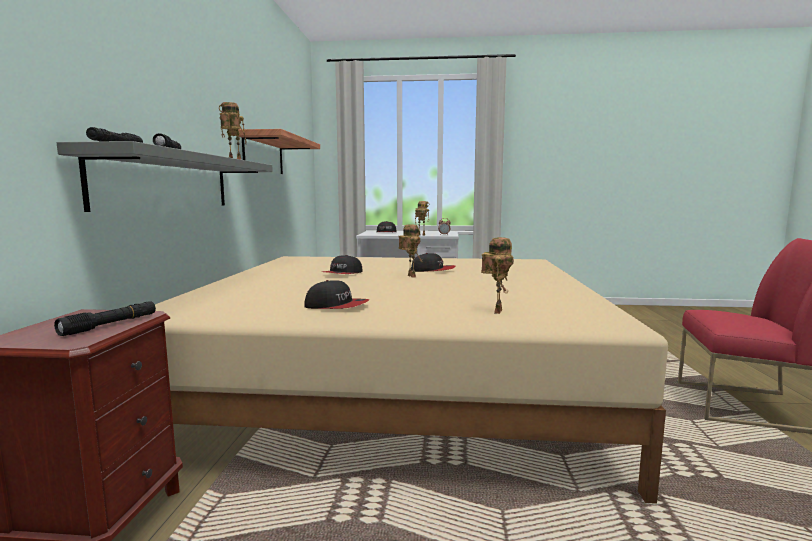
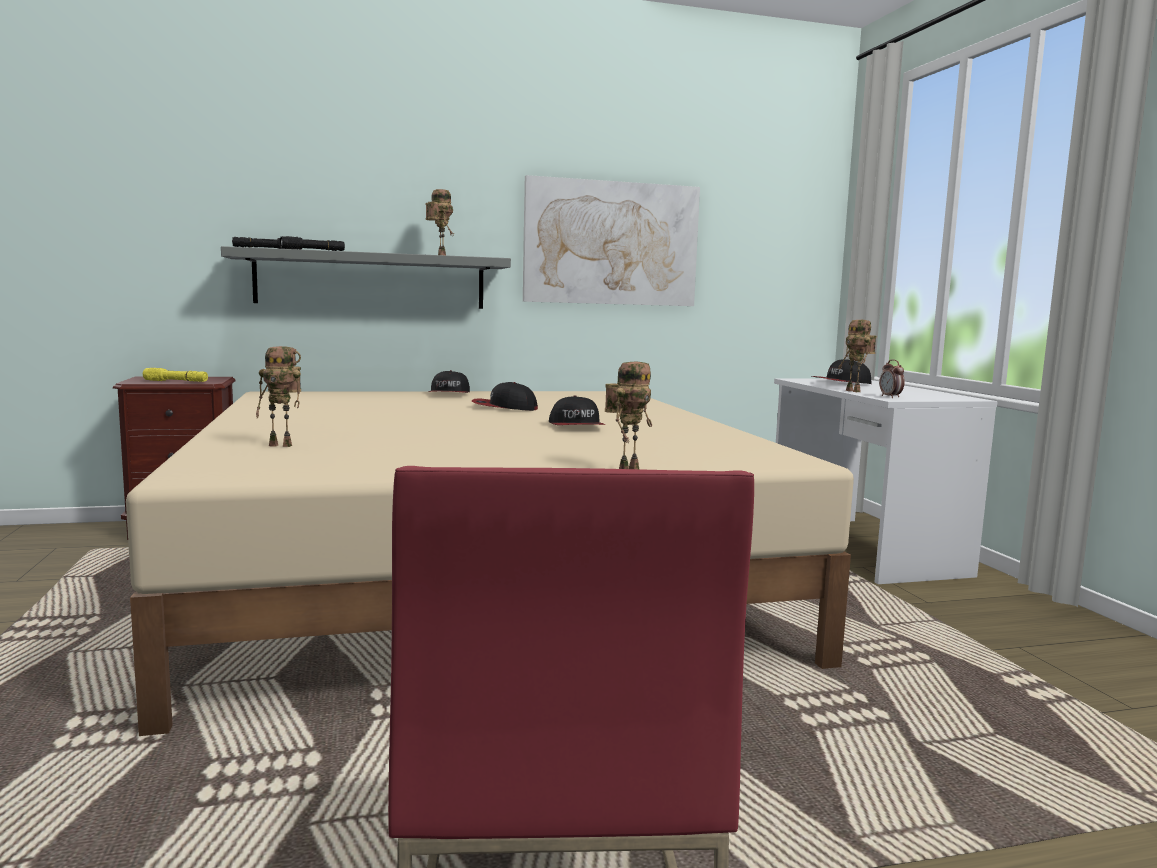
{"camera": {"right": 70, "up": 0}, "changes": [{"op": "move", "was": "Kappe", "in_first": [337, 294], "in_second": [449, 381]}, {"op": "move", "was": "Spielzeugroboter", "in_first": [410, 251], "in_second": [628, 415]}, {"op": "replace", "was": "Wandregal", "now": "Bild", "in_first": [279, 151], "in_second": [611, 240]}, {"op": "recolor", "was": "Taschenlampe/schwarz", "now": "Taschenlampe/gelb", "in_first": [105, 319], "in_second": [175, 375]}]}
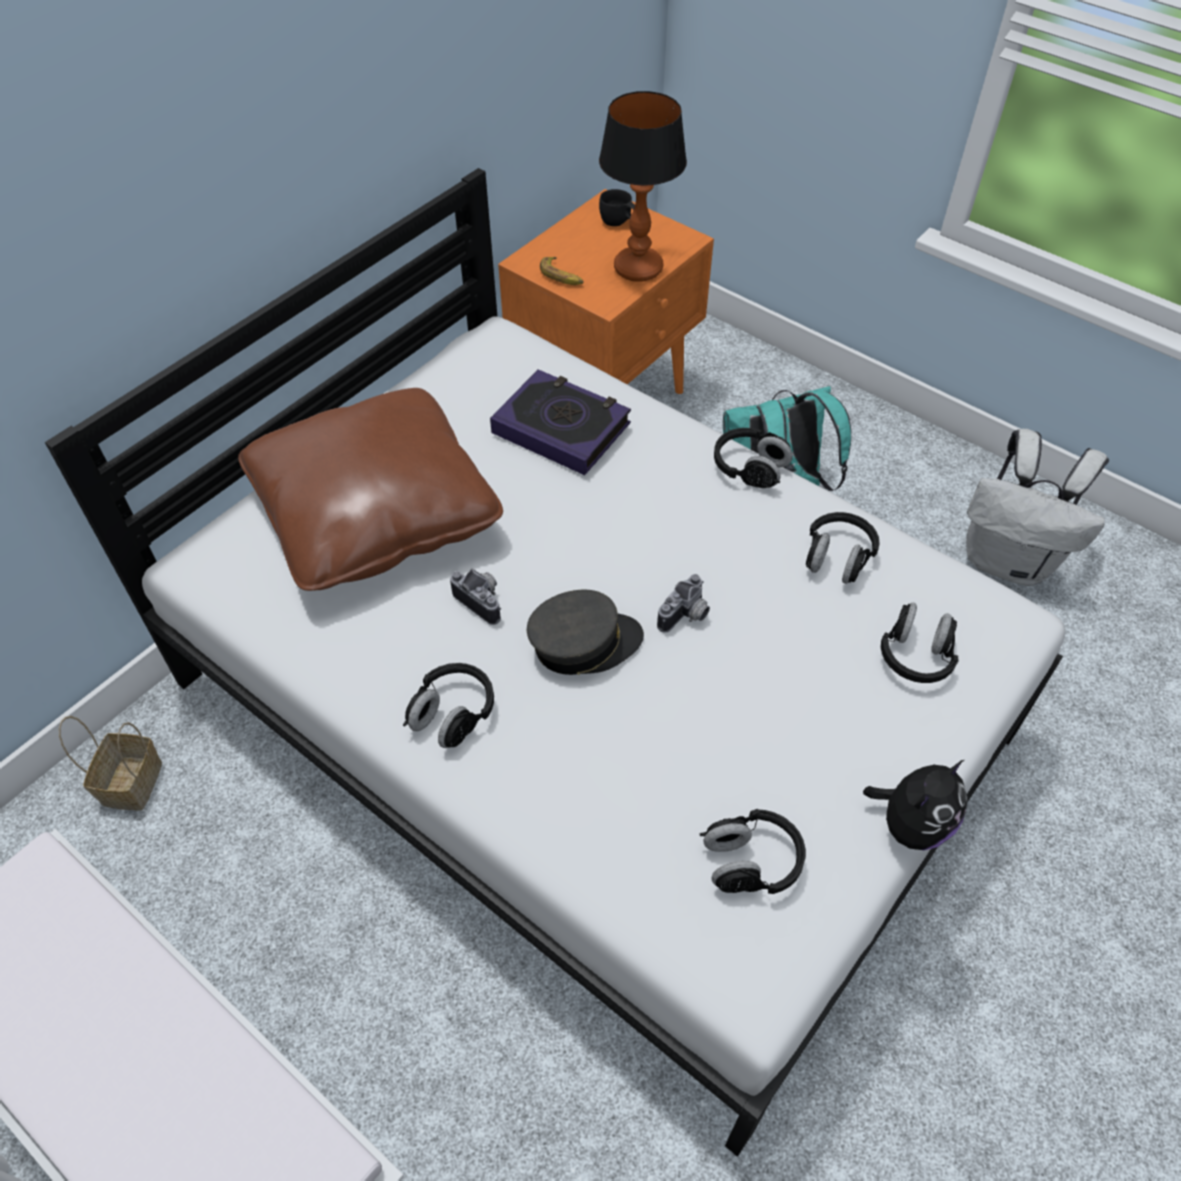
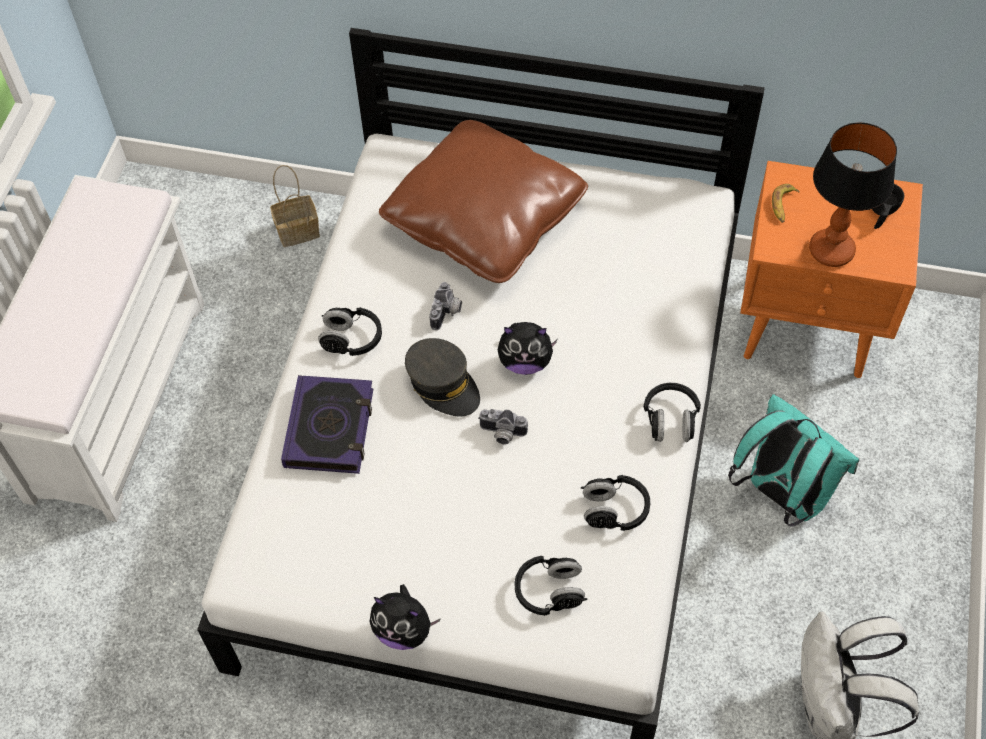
{"camera": {"right": 65, "up": 5}, "changes": [{"op": "delete", "was": "Kopfhörer/schwarz", "in_first": [753, 851]}, {"op": "insert", "now": "Plüschtier", "in_second": [528, 348]}, {"op": "move", "was": "Buch", "in_first": [560, 422], "in_second": [327, 424]}]}
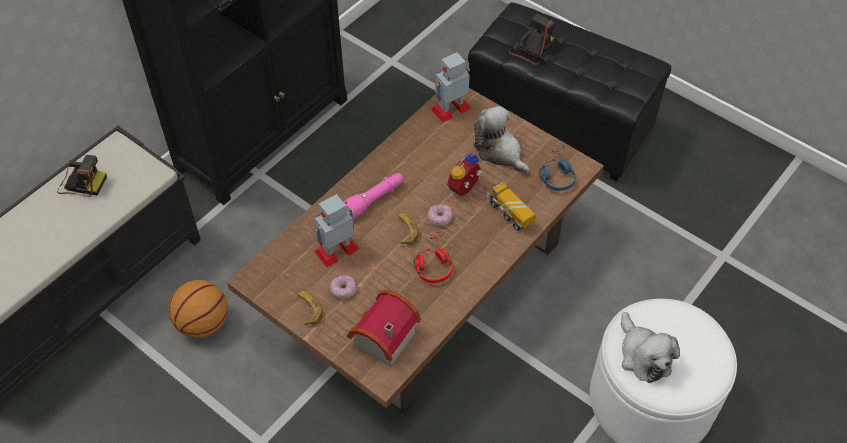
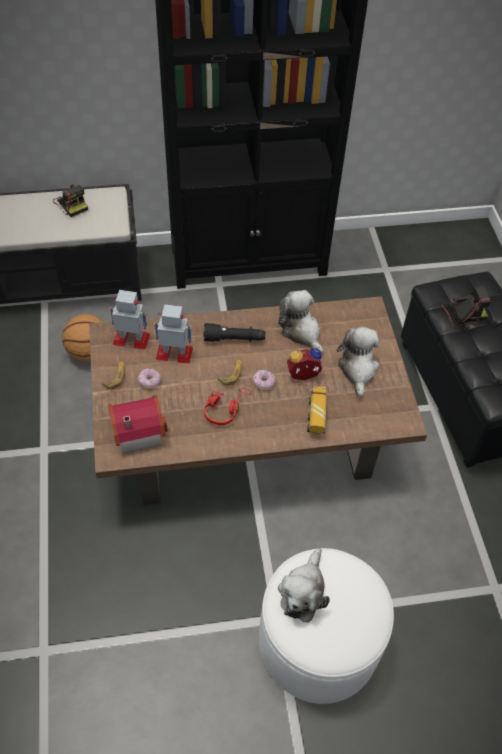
{"camera": {"right": 40, "up": 0}, "changes": [{"op": "delete", "was": "Kopfhörer/blau", "in_first": [557, 167]}, {"op": "insert", "now": "Plüschtier", "in_second": [300, 321]}, {"op": "move", "was": "Spielzeugroboter", "in_first": [451, 87], "in_second": [129, 320]}, {"op": "recolor", "was": "Taschenlampe/rosa", "now": "Taschenlampe/schwarz", "in_first": [373, 196], "in_second": [234, 332]}]}
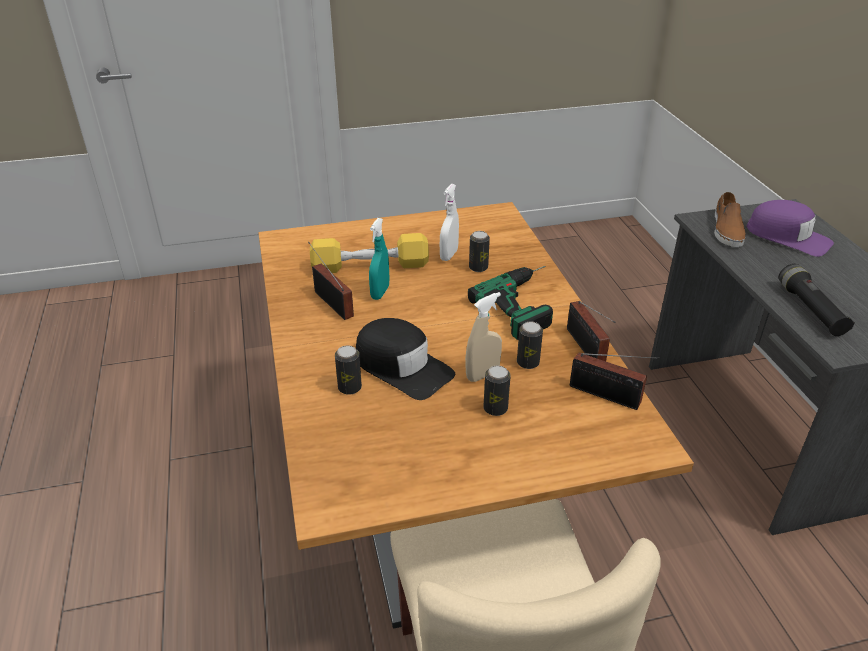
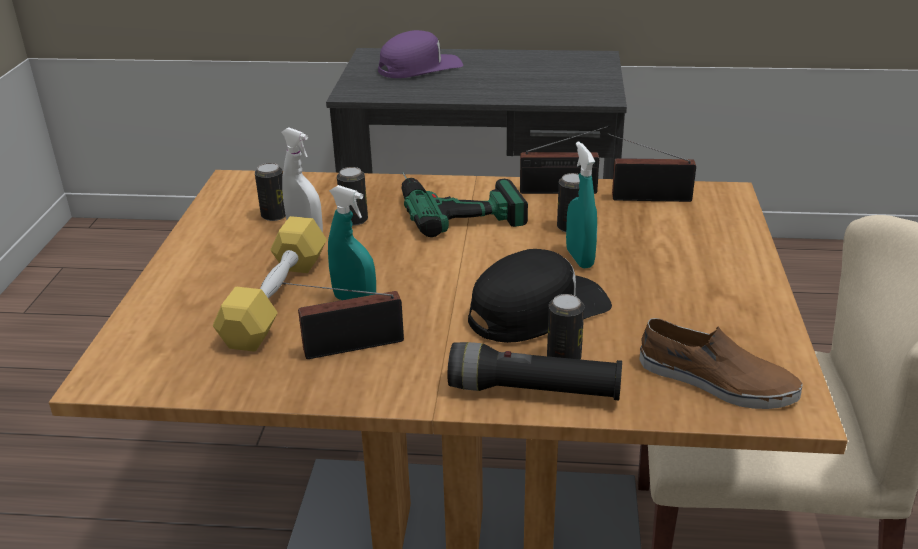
{"camera": {"right": -70, "up": -5}, "changes": [{"op": "move", "was": "Dose", "in_first": [497, 390], "in_second": [270, 192]}, {"op": "move", "was": "Schuh/braun", "in_first": [729, 219], "in_second": [721, 363]}, {"op": "move", "was": "Taschenlampe/schwarz", "in_first": [817, 300], "in_second": [535, 371]}, {"op": "recolor", "was": "Sprühflasche/beige", "now": "Sprühflasche/türkis", "in_first": [483, 337], "in_second": [581, 205]}, {"op": "rotate", "was": "Radio", "in_first": [615, 381], "in_second": [651, 167], "clockwise": -135}]}
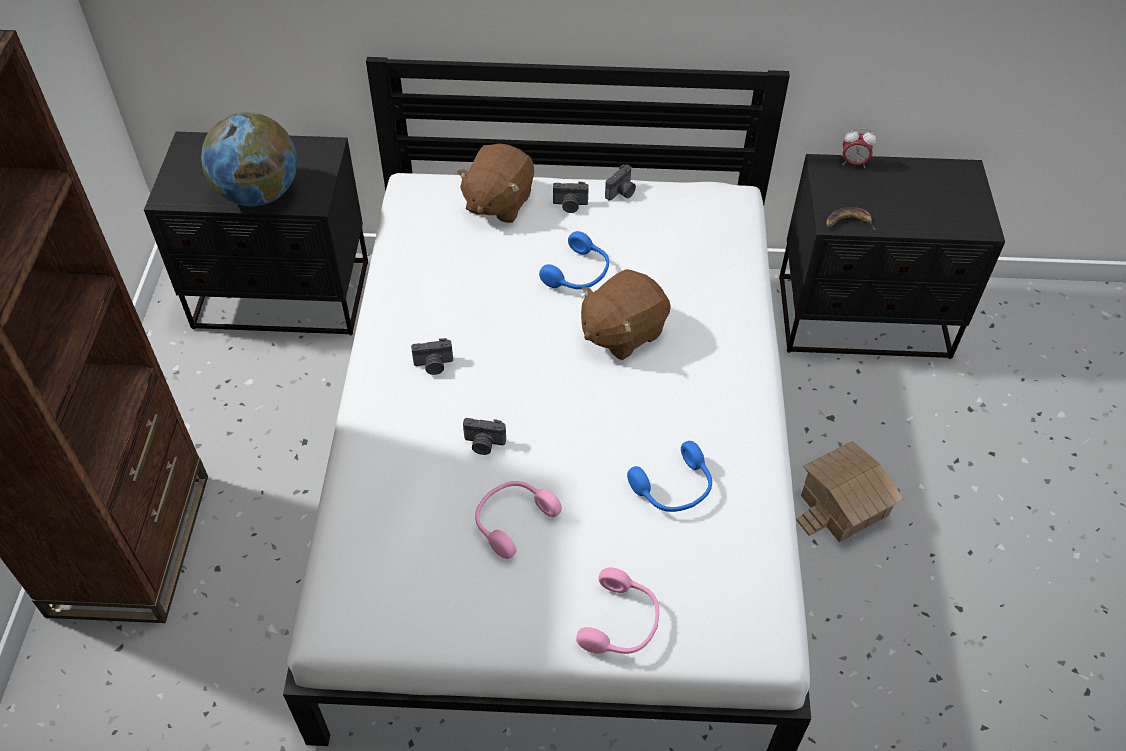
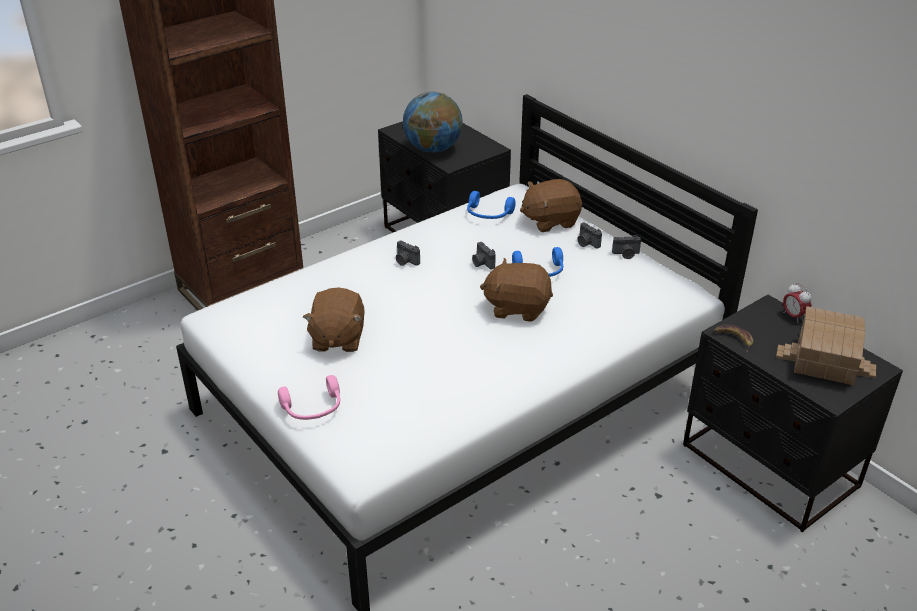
{"camera": {"right": 50, "up": -15}, "changes": [{"op": "move", "was": "Kamera", "in_first": [484, 436], "in_second": [484, 255]}, {"op": "move", "was": "Kopfhörer/blau", "in_first": [669, 476], "in_second": [491, 205]}, {"op": "move", "was": "Spielzeughaus", "in_first": [850, 491], "in_second": [826, 345]}, {"op": "replace", "was": "Kopfhörer/rosa", "now": "Plüschtier/braun", "in_first": [518, 520], "in_second": [333, 320]}]}
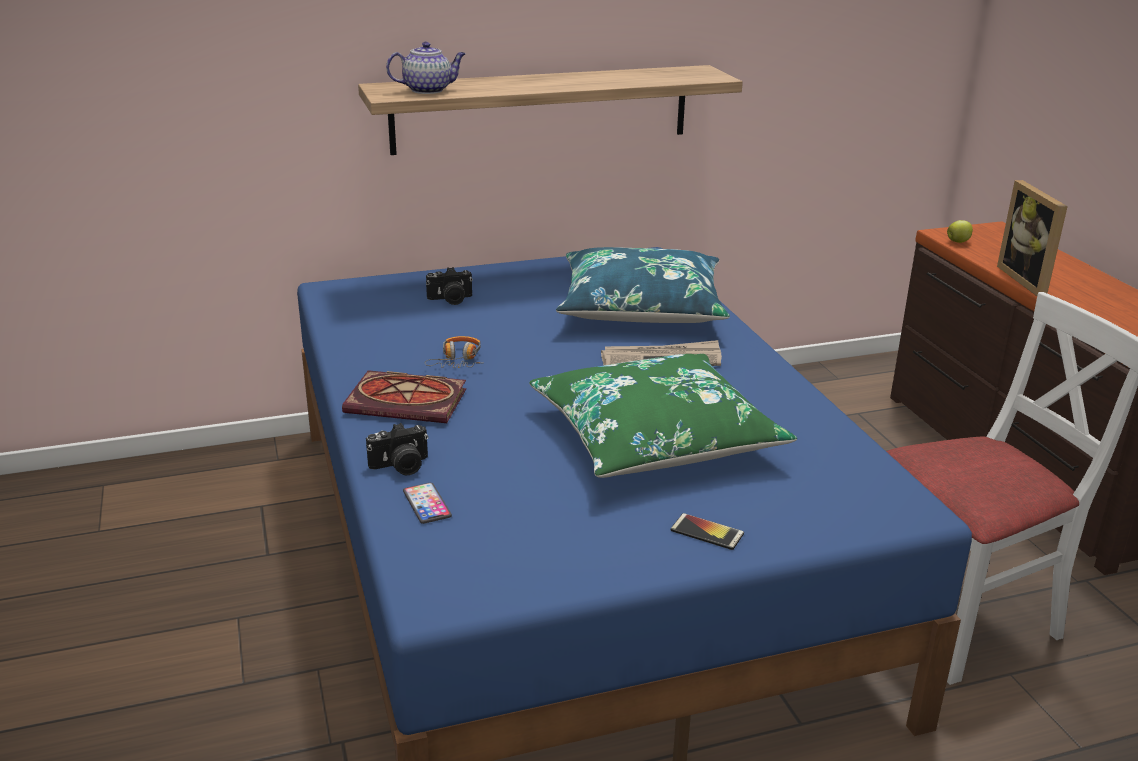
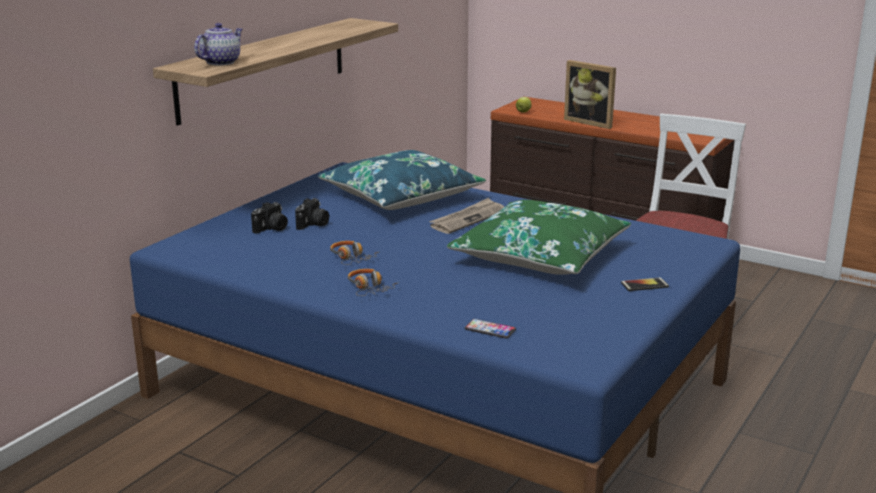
{"camera": {"right": -40, "up": -5}, "changes": [{"op": "move", "was": "Kamera", "in_first": [397, 449], "in_second": [312, 214]}, {"op": "replace", "was": "Buch", "now": "Kopfhörer", "in_first": [404, 396], "in_second": [372, 282]}]}
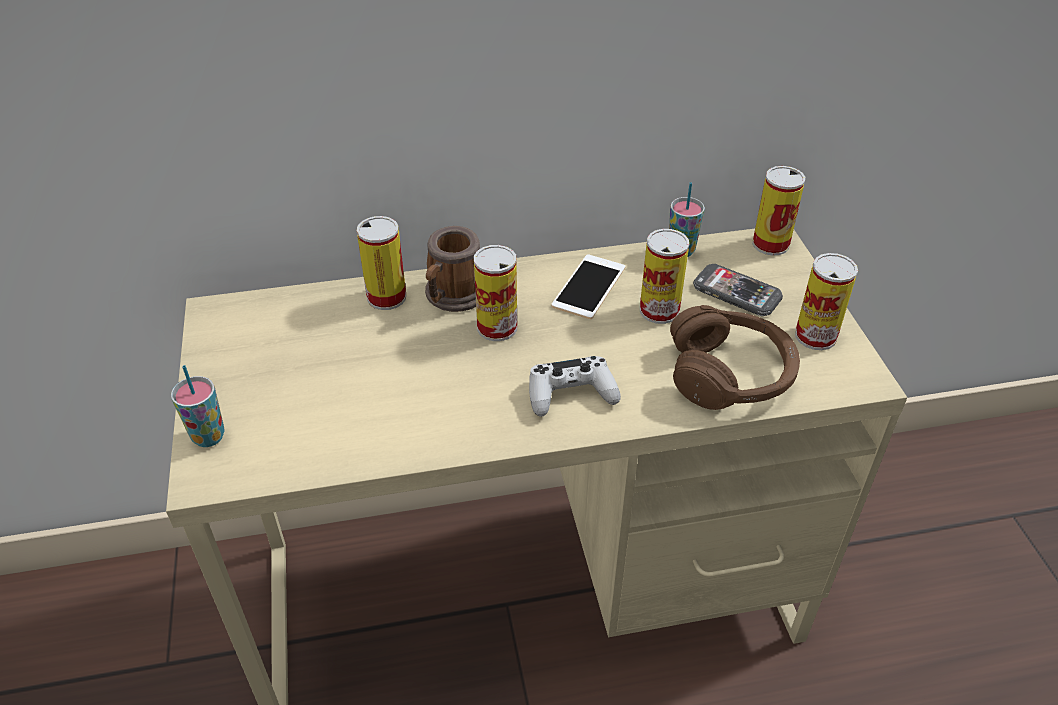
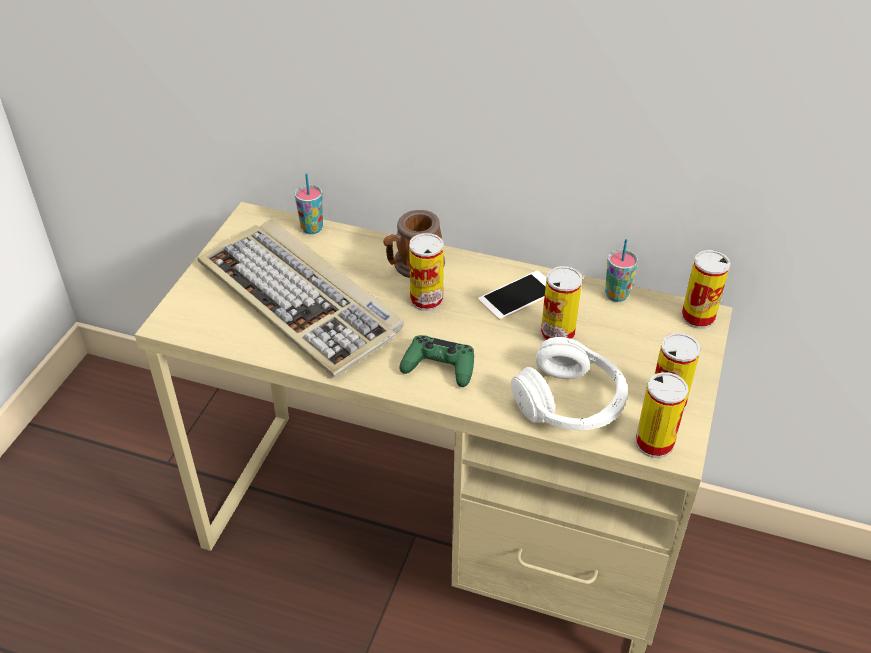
{"camera": {"right": 30, "up": 0}, "changes": [{"op": "delete", "was": "Handy", "in_first": [738, 290]}, {"op": "insert", "now": "Tastatur", "in_second": [300, 298]}, {"op": "move", "was": "Tasse", "in_first": [198, 406], "in_second": [309, 203]}, {"op": "move", "was": "Dose", "in_first": [381, 263], "in_second": [662, 415]}, {"op": "recolor", "was": "Gamepad/weiß", "now": "Gamepad/grün", "in_first": [575, 386], "in_second": [436, 361]}, {"op": "recolor", "was": "Kopfhörer/braun", "now": "Kopfhörer/weiß", "in_first": [735, 357], "in_second": [569, 383]}]}
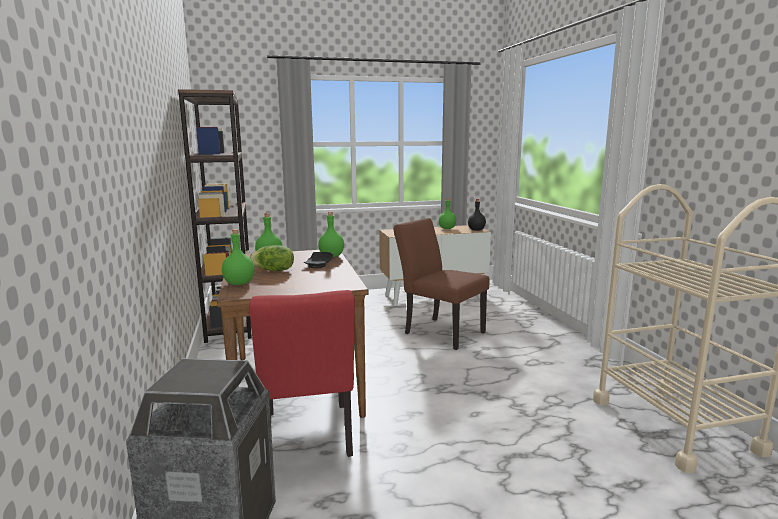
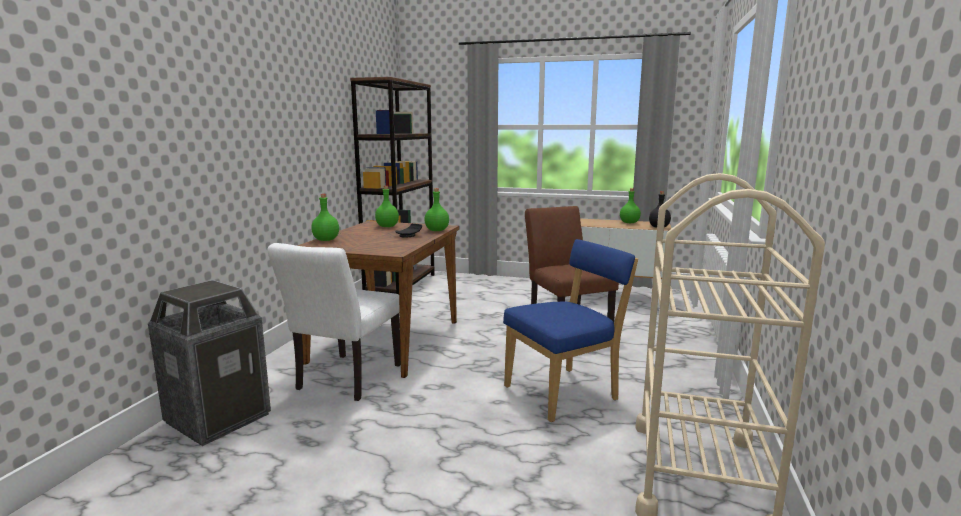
{"camera": {"right": 30, "up": 0}, "changes": [{"op": "delete", "was": "Salatkopf", "in_first": [272, 258]}, {"op": "insert", "now": "Stuhl/blau", "in_second": [570, 330]}, {"op": "recolor", "was": "Stuhl/rot", "now": "Stuhl/weiß", "in_first": [302, 373], "in_second": [334, 322]}]}
